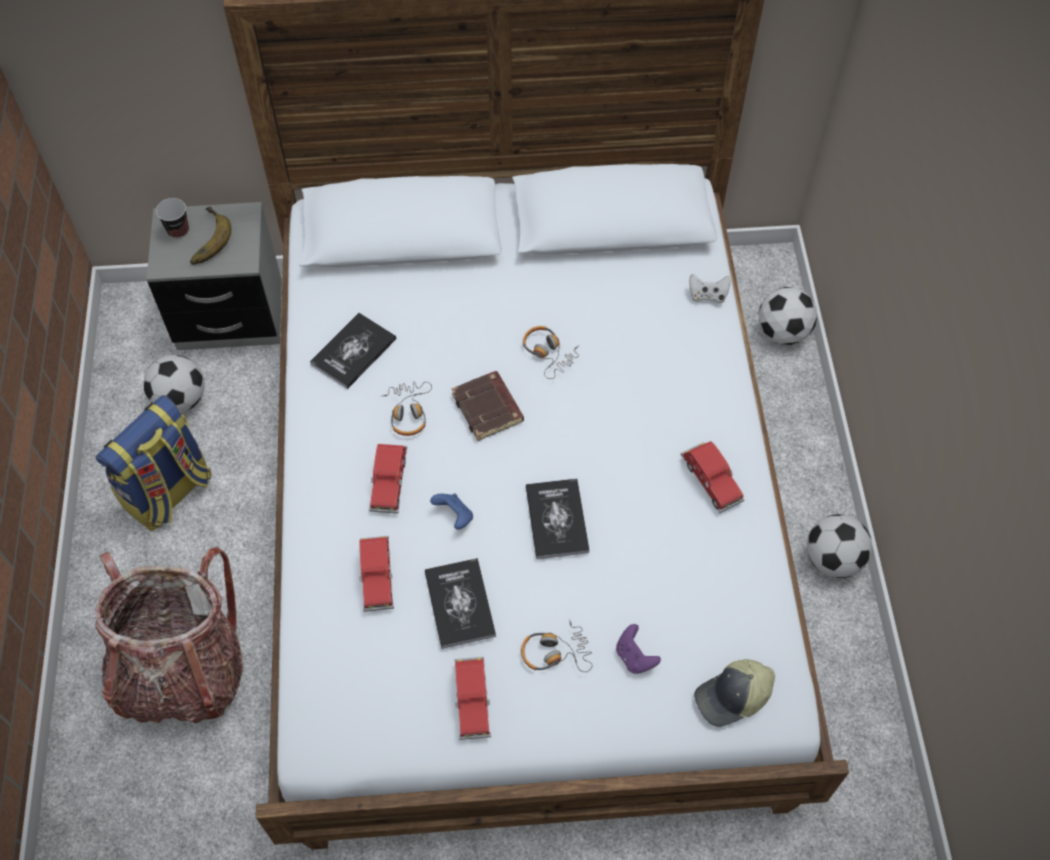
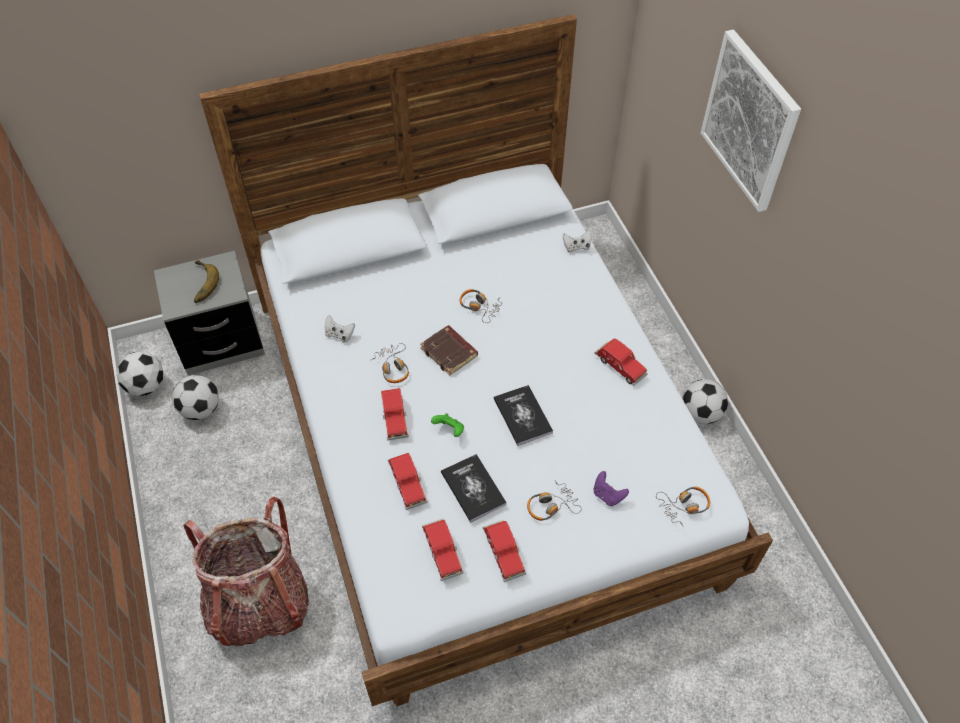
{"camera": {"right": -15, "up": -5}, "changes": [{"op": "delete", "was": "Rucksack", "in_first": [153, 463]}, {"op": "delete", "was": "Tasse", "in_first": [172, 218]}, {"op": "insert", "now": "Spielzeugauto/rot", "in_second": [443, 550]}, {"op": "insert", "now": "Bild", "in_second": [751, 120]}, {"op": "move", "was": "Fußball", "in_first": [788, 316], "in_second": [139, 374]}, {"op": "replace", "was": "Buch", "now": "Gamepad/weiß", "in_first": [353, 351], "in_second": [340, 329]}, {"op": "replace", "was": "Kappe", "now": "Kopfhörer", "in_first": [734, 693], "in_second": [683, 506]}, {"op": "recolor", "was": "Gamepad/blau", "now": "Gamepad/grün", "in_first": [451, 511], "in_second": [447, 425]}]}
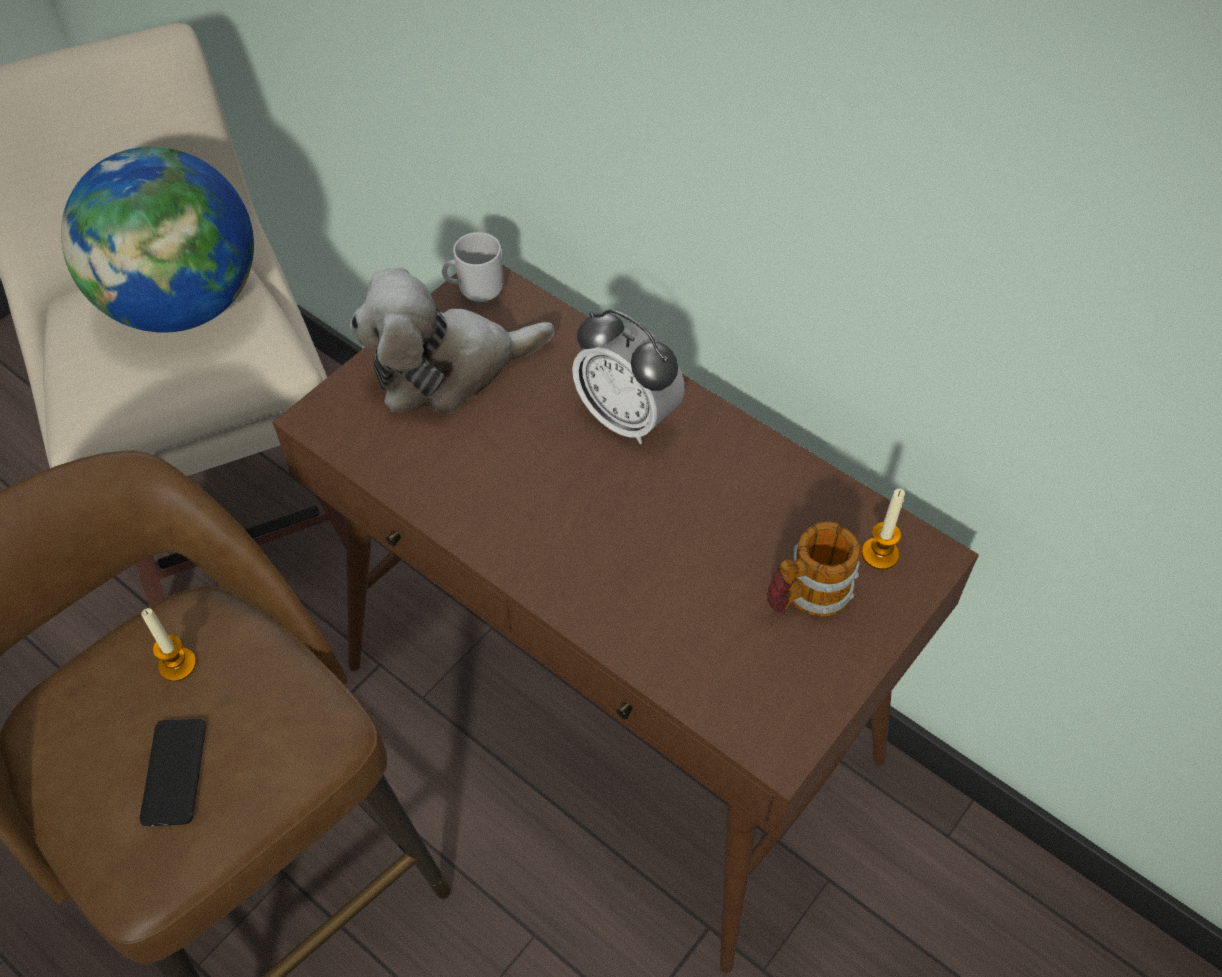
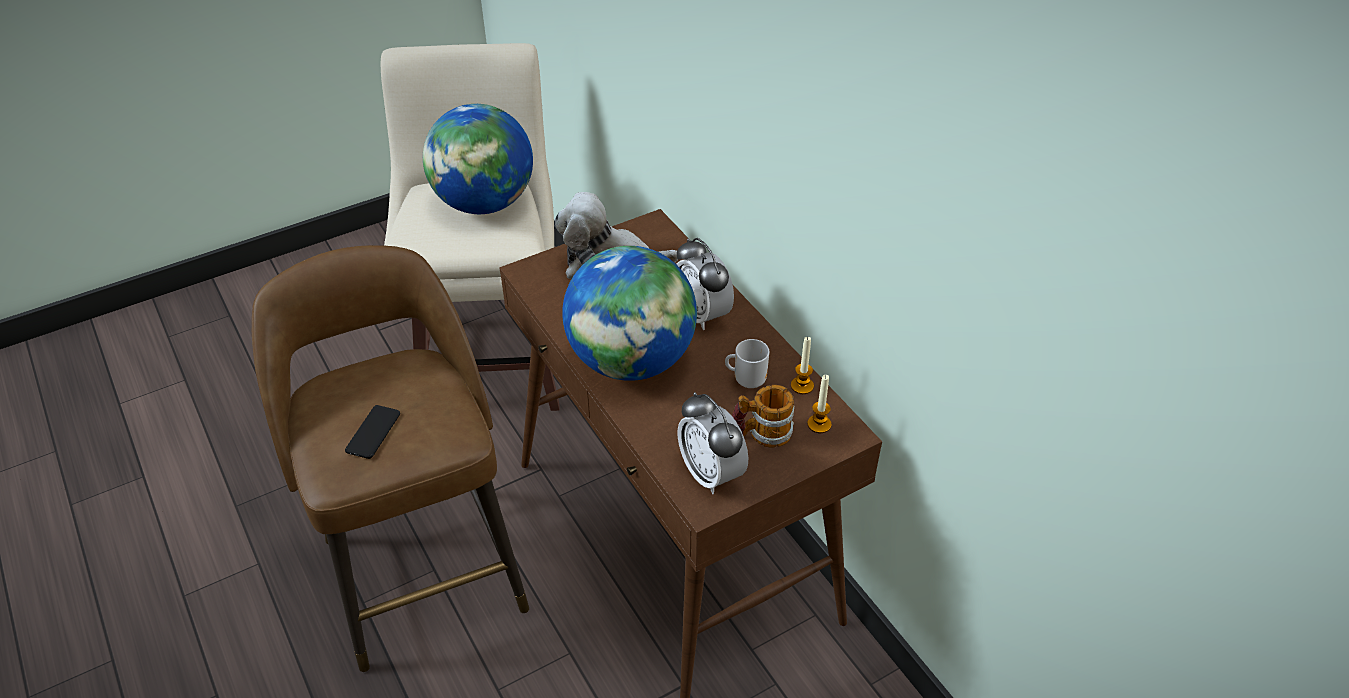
{"camera": {"right": 20, "up": -10}, "changes": [{"op": "insert", "now": "Globus", "in_second": [629, 313]}, {"op": "insert", "now": "Wecker", "in_second": [713, 443]}, {"op": "move", "was": "Kerze", "in_first": [168, 645], "in_second": [802, 365]}, {"op": "move", "was": "Henkelbecher", "in_first": [472, 267], "in_second": [747, 363]}]}
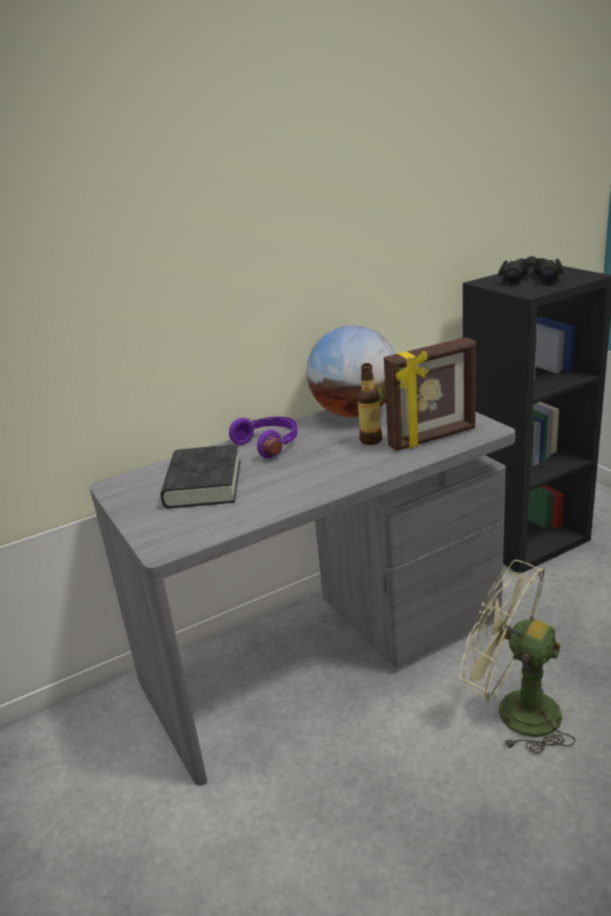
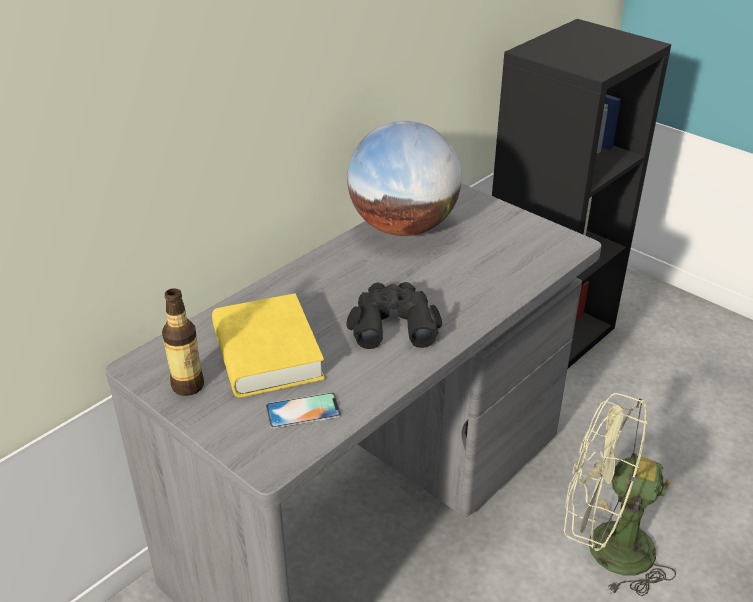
{"camera": {"right": -20, "up": 10}, "changes": [{"op": "delete", "was": "Kopfhörer/lila", "in_first": [263, 437]}, {"op": "delete", "was": "Bilderrahmen", "in_first": [430, 394]}, {"op": "insert", "now": "Handy", "in_second": [303, 411]}, {"op": "move", "was": "Flasche", "in_first": [369, 404], "in_second": [183, 342]}, {"op": "move", "was": "Fernglas/schwarz", "in_first": [531, 271], "in_second": [394, 315]}, {"op": "recolor", "was": "Buch/schwarz", "now": "Buch/gelb", "in_first": [200, 476], "in_second": [268, 345]}]}
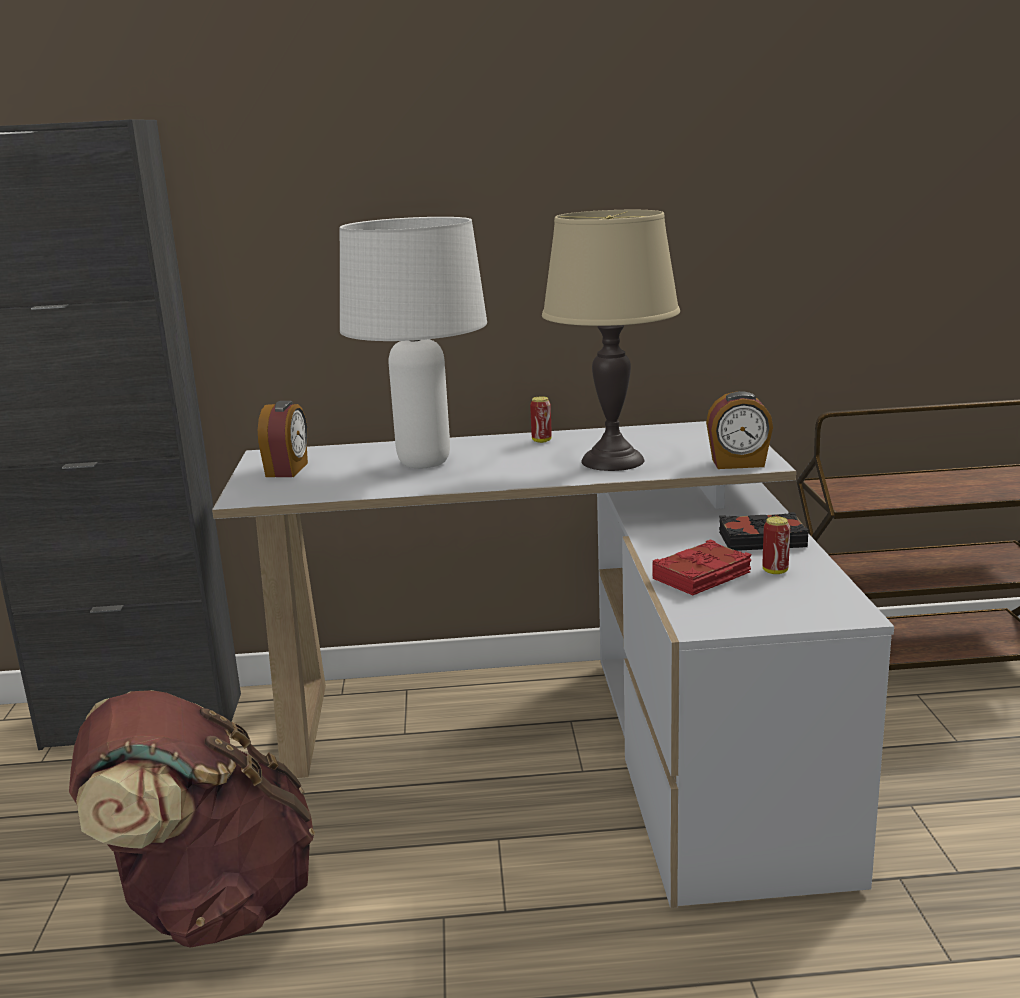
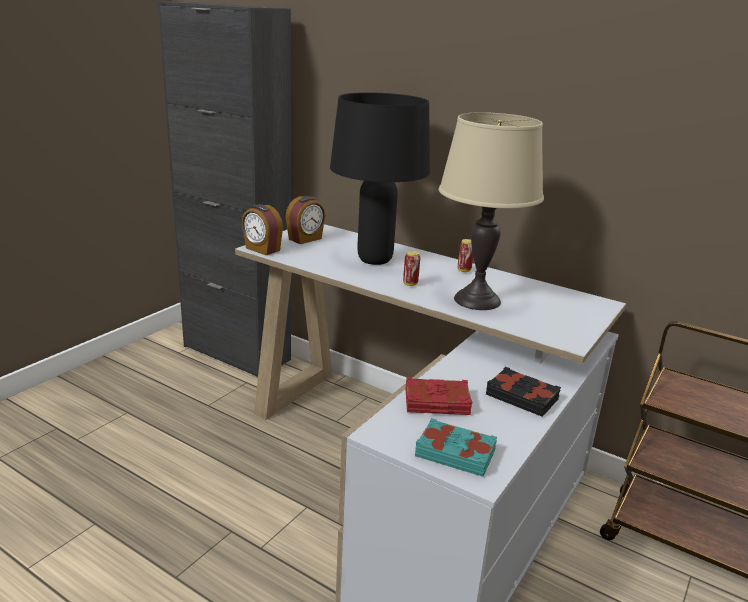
{"camera": {"right": 35, "up": 5}, "changes": [{"op": "delete", "was": "Rucksack/braun", "in_first": [192, 819]}, {"op": "insert", "now": "Buch/türkis", "in_second": [456, 447]}, {"op": "move", "was": "Wecker", "in_first": [739, 430], "in_second": [262, 230]}, {"op": "move", "was": "Dose", "in_first": [776, 545], "in_second": [411, 268]}, {"op": "recolor", "was": "Tischlampe/weiß", "now": "Tischlampe/schwarz", "in_first": [413, 342], "in_second": [380, 178]}]}
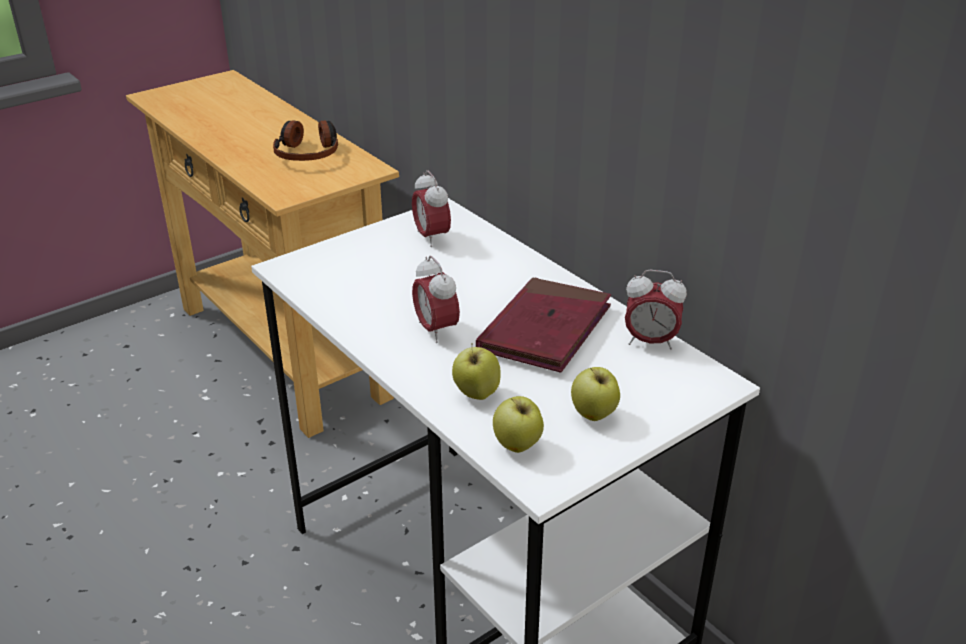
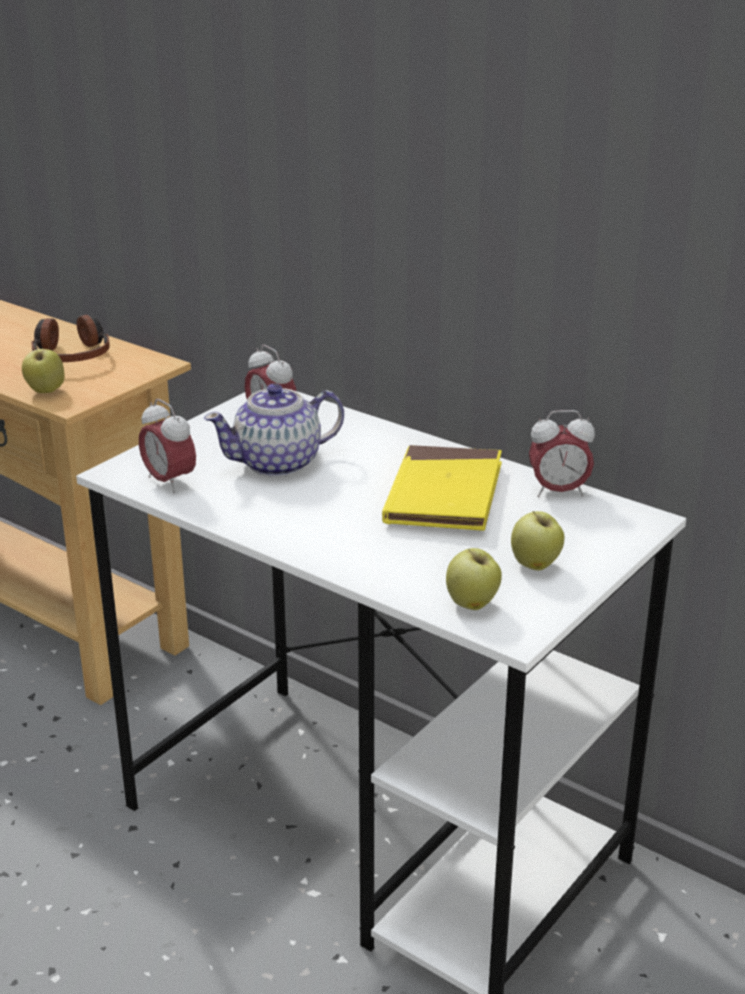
{"camera": {"right": -15, "up": -5}, "changes": [{"op": "insert", "now": "Teekanne", "in_second": [274, 430]}, {"op": "move", "was": "Wecker", "in_first": [436, 299], "in_second": [167, 446]}, {"op": "move", "was": "Apfel", "in_first": [476, 371], "in_second": [43, 370]}, {"op": "recolor", "was": "Buch/rot", "now": "Buch/gelb", "in_first": [543, 325], "in_second": [442, 488]}]}
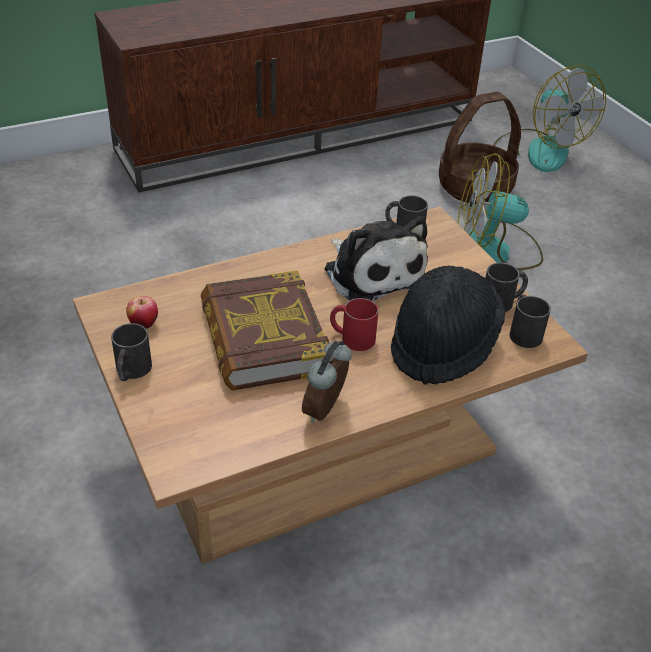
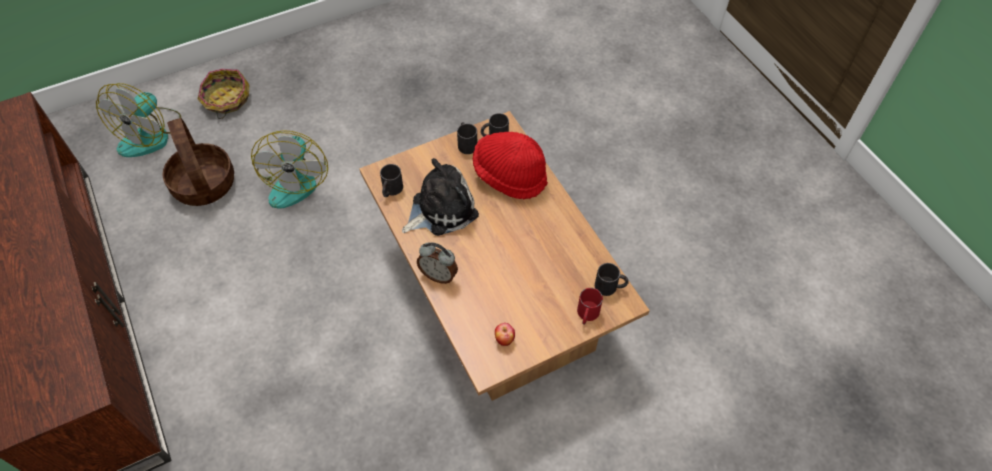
{"camera": {"right": -90, "up": 15}, "changes": [{"op": "delete", "was": "Buch", "in_first": [265, 330]}, {"op": "insert", "now": "Korb", "in_second": [223, 94]}, {"op": "move", "was": "Henkelbecher/schwarz", "in_first": [131, 352], "in_second": [612, 279]}, {"op": "move", "was": "Wecker", "in_first": [327, 382], "in_second": [437, 263]}, {"op": "move", "was": "Henkelbecher/rot", "in_first": [354, 324], "in_second": [590, 306]}, {"op": "recolor", "was": "Hut/schwarz", "now": "Hut/rot", "in_first": [448, 325], "in_second": [510, 165]}, {"op": "rotate", "was": "Ventilator", "in_first": [549, 118], "in_second": [138, 120], "clockwise": 135}]}
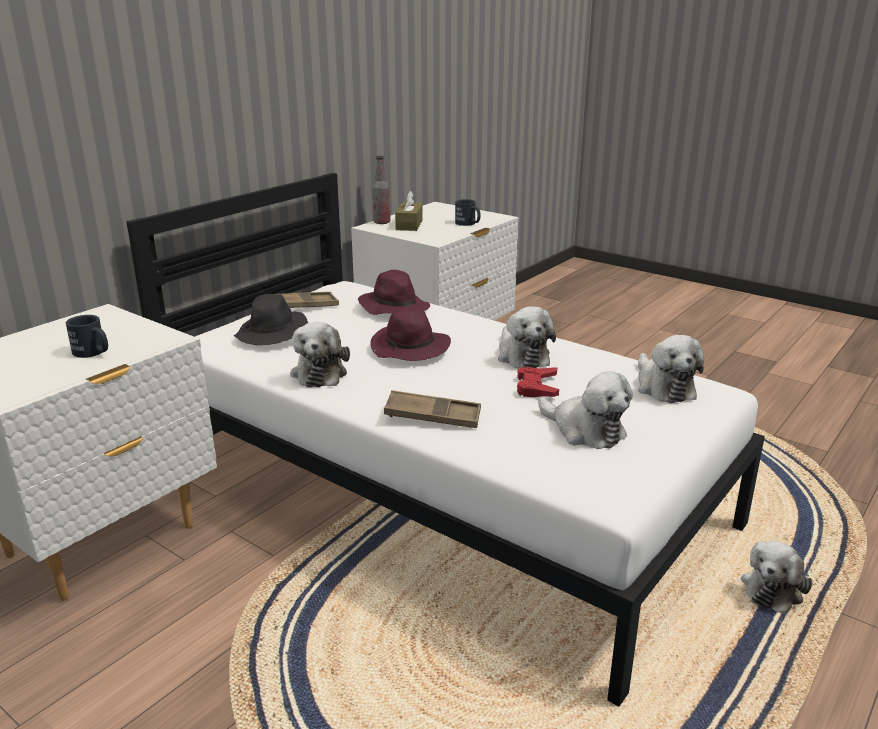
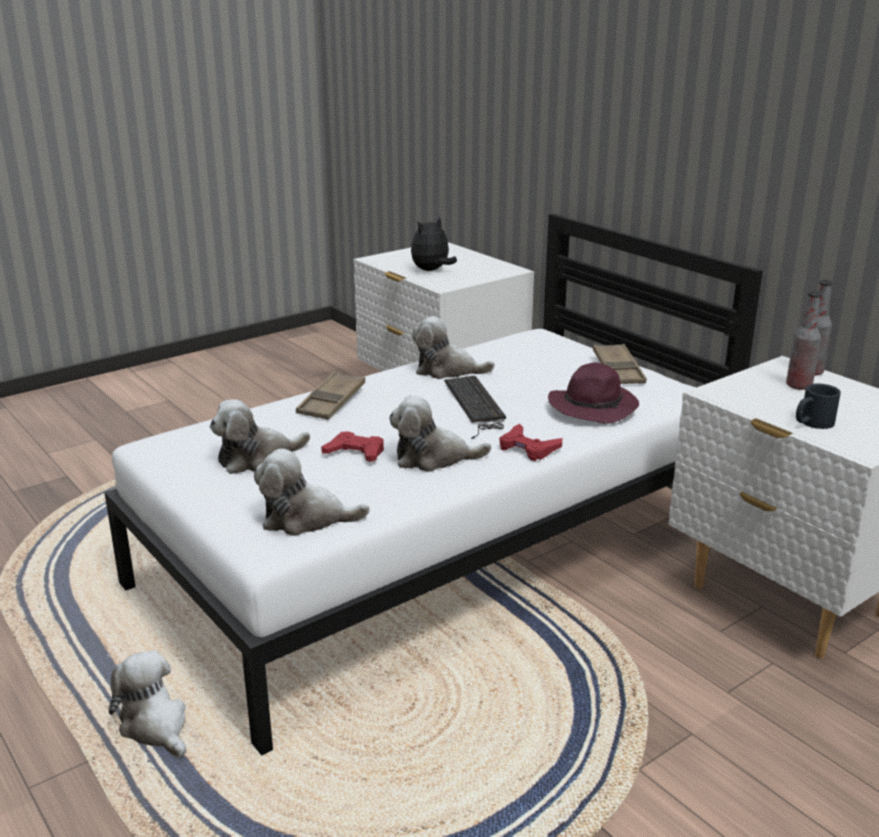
{"camera": {"right": 105, "up": 0}, "changes": [{"op": "delete", "was": "Hut/schwarz", "in_first": [271, 319]}, {"op": "insert", "now": "Gamepad/rot", "in_second": [531, 442]}, {"op": "replace", "was": "Henkelbecher/schwarz", "now": "Plüschtier", "in_first": [87, 336], "in_second": [434, 243]}, {"op": "replace", "was": "Hut/lila", "now": "Tastatur", "in_first": [410, 333], "in_second": [475, 407]}, {"op": "replace", "was": "Taschentuchbox/braun", "now": "Flasche", "in_first": [409, 211], "in_second": [803, 340]}]}
